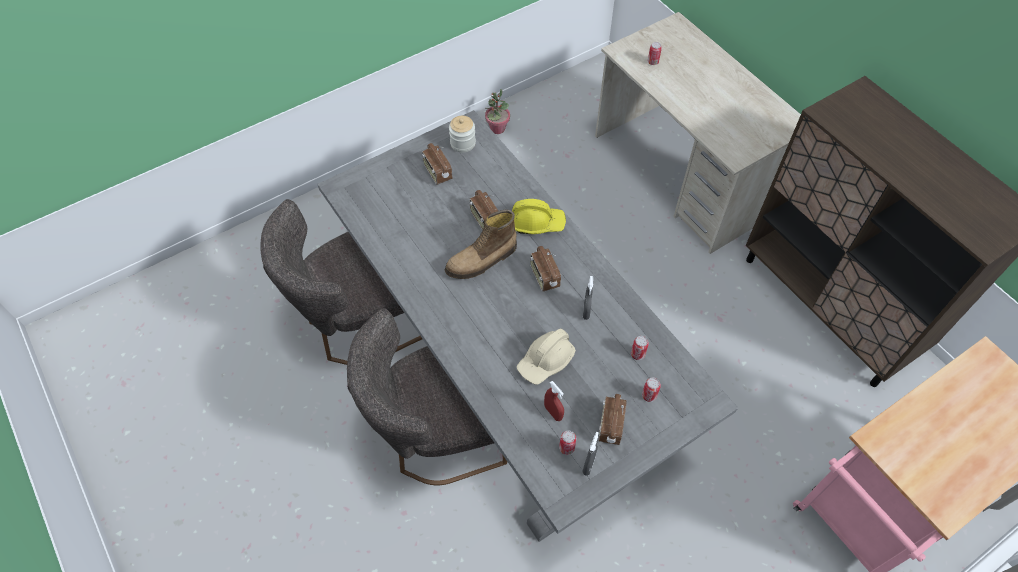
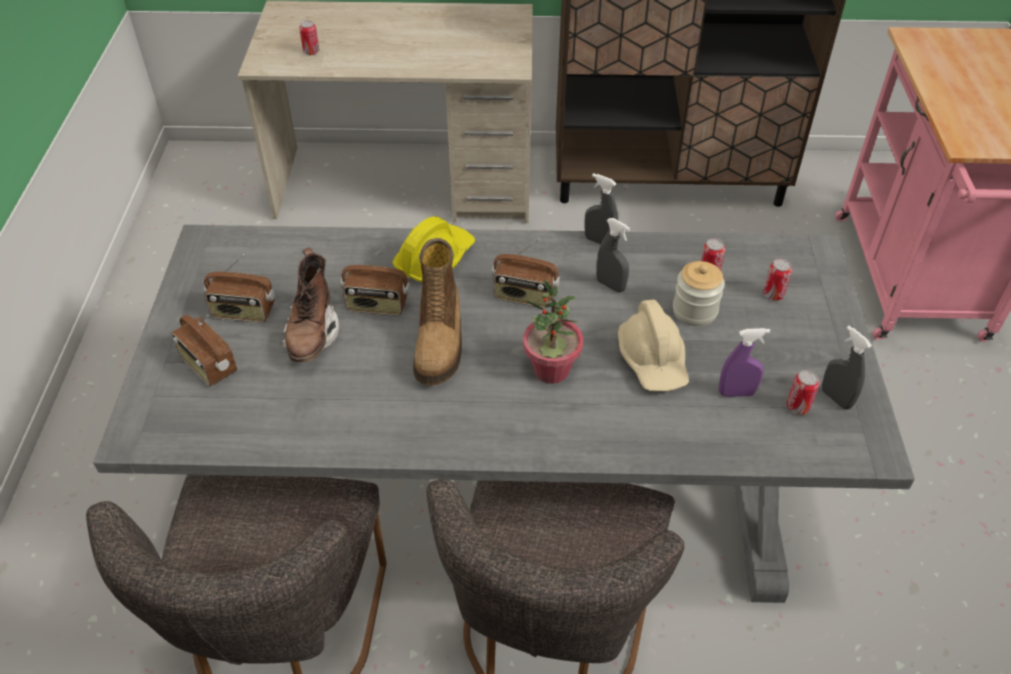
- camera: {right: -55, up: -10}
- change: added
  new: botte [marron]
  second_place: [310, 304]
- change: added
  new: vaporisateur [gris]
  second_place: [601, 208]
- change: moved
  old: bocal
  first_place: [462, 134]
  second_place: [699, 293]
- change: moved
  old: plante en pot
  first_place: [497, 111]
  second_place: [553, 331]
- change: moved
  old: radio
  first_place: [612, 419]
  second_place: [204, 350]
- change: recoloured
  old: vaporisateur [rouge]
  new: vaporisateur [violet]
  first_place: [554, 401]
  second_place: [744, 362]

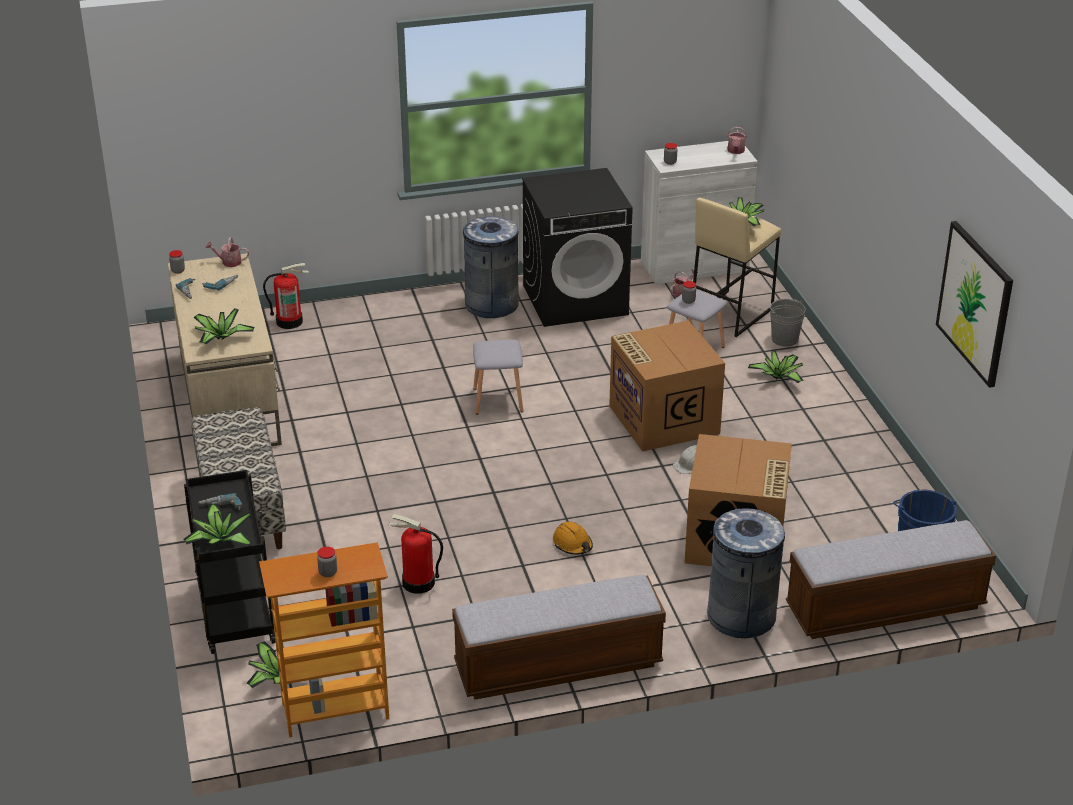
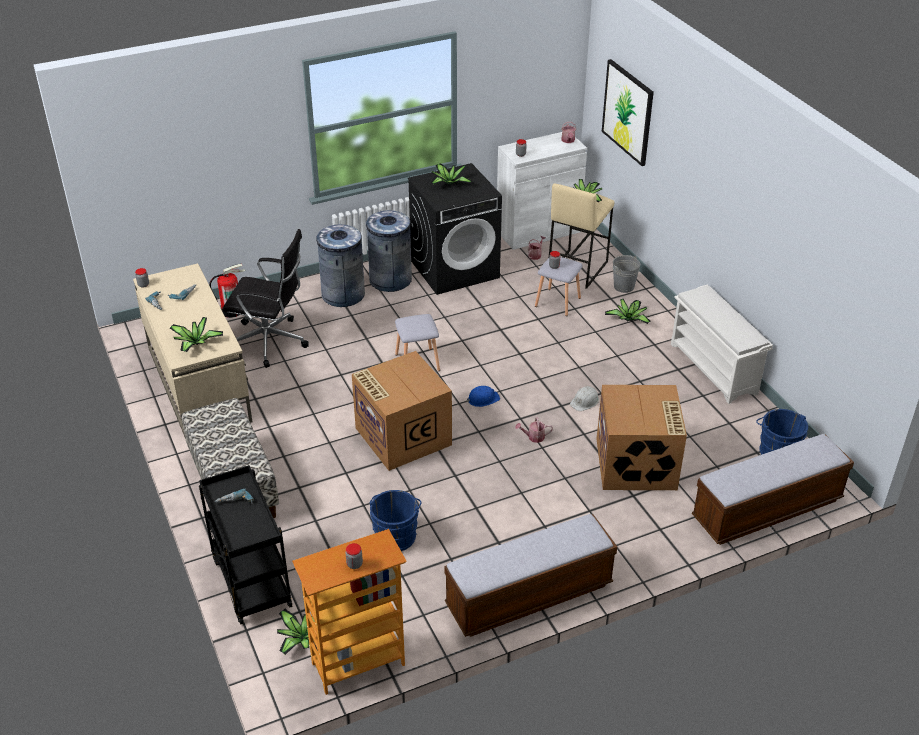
- camera: {right: -10, up: 5}
- change: removed
  old: casque de chantier [orange]
  first_place: [573, 538]
- change: added
  new: chaise de bureau [noir]
  second_place: [265, 298]
- change: added
  new: casque de chantier [bleu]
  second_place: [483, 396]
- change: added
  new: étagère à chaussures [blanc]
  second_place: [722, 344]
- change: moved
  old: plante en pot
  first_place: [219, 525]
  second_place: [451, 174]
- change: moved
  old: arrosoir
  first_place: [227, 252]
  second_place: [534, 430]
- change: moved
  old: carton
  first_place: [667, 386]
  second_place: [402, 411]
- change: moved
  old: poubelle [gris]
  first_place: [746, 573]
  second_place: [340, 265]
- change: moved
  old: tableau
  first_place: [974, 304]
  second_place: [628, 112]
- change: replaced
  old: extincteur
  new: seau [bleu]
  first_place: [415, 554]
  second_place: [395, 520]

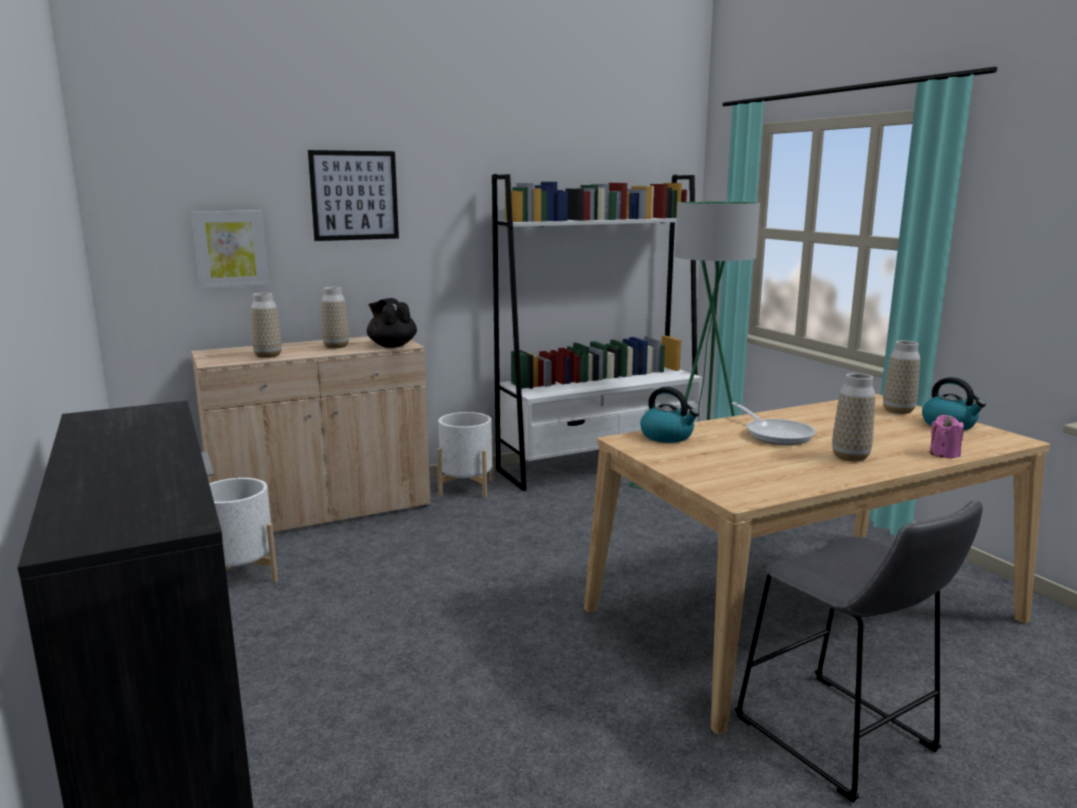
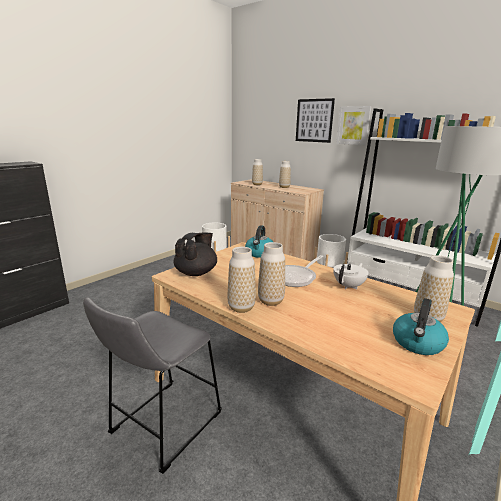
- camera: {right: 65, up: 5}
- change: removed
  old: bougie [rose]
  first_place: [947, 436]
- change: added
  new: vase
  second_place: [241, 280]
- change: added
  new: théière [blanc]
  second_place: [351, 276]
- change: moved
  old: tableau
  first_place: [230, 249]
  second_place: [354, 125]
- change: moved
  old: théière [noir]
  first_place: [392, 323]
  second_place: [195, 254]

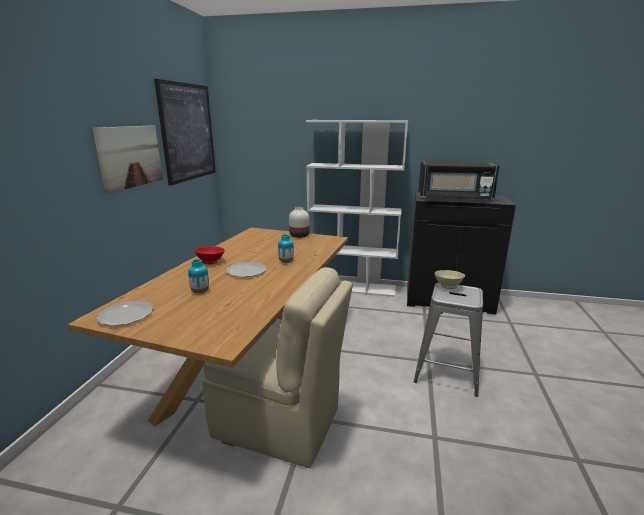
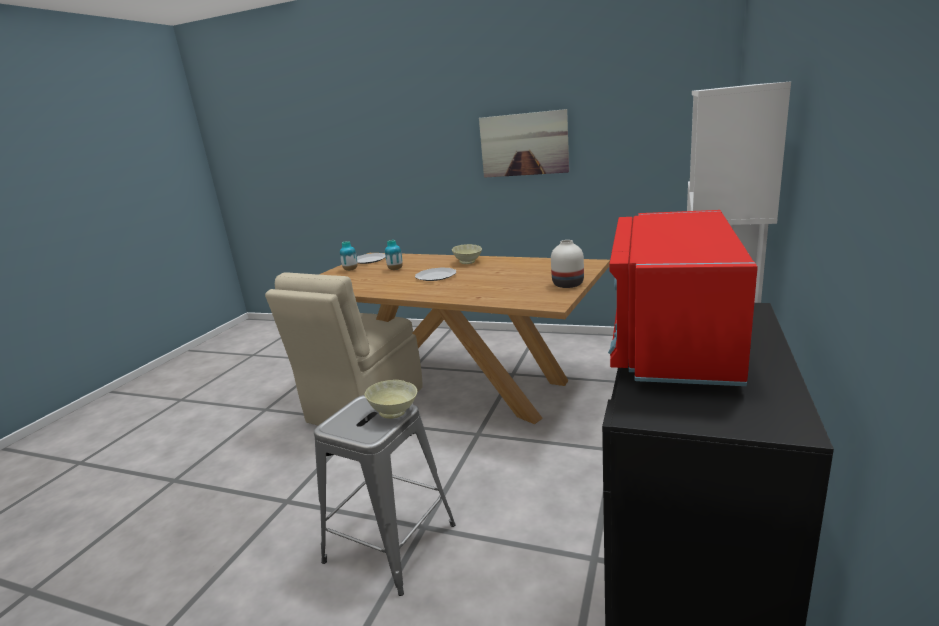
- camera: {right: 100, up: 0}
- change: removed
  old: tableau
  first_place: [185, 132]
- change: moved
  old: vase
  first_place: [286, 248]
  second_place: [349, 256]
- change: recoloured
  old: bol [rouge]
  new: bol [beige]
  first_place: [209, 255]
  second_place: [467, 254]
- change: recoloured
  old: micro-ondes [noir]
  new: micro-ondes [rouge]
  first_place: [459, 181]
  second_place: [683, 298]

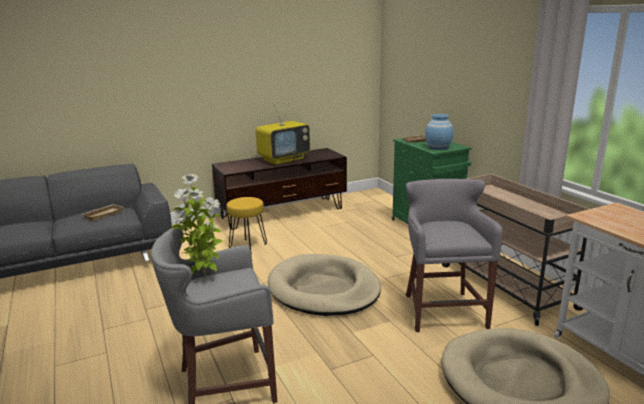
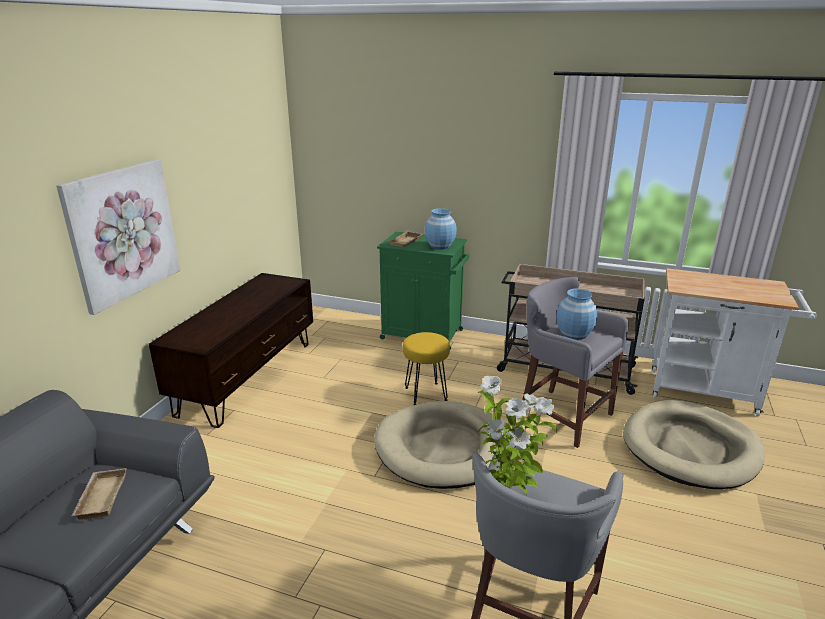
- camera: {right: -45, up: 5}
- change: removed
  old: téléviseur
  first_place: [283, 133]
- change: added
  new: tableau
  second_place: [118, 237]
- change: added
  new: vase [bleu]
  second_place: [577, 314]
- change: moved
  old: tabouret [jaune]
  first_place: [246, 225]
  second_place: [426, 368]

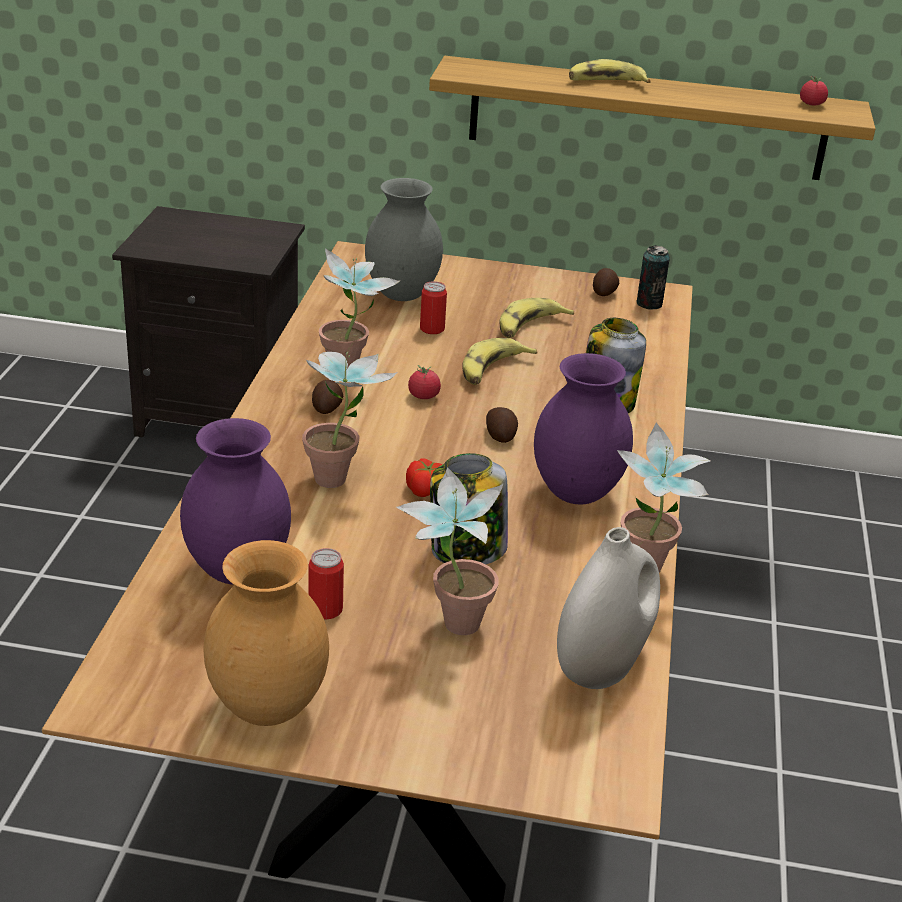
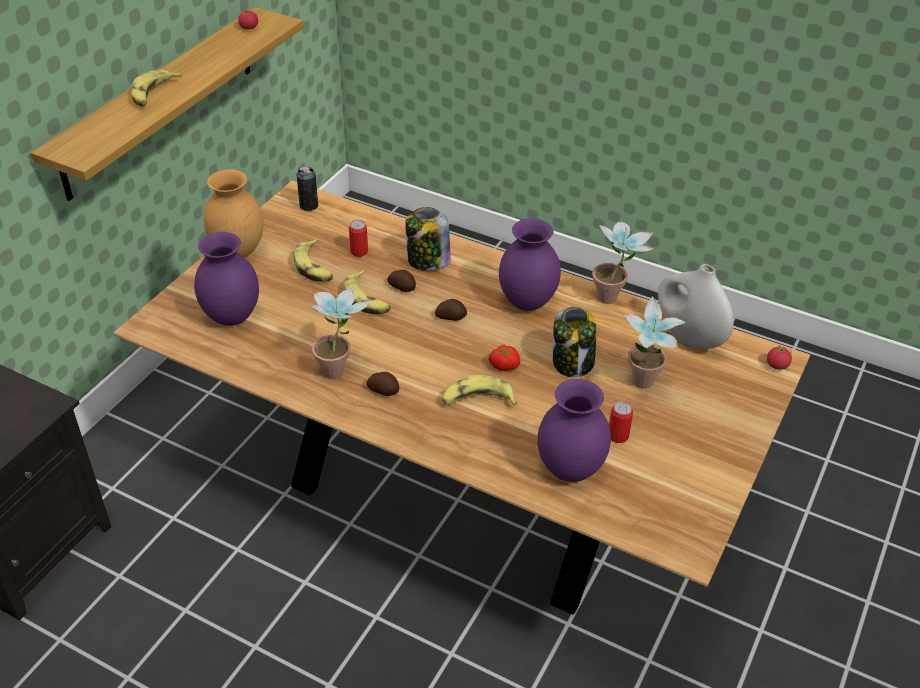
- camera: {right: -70, up: 10}
- change: moved
  old: vase [marron]
  first_place: [266, 633]
  second_place: [233, 213]
- change: moved
  old: tomate
  first_place: [424, 382]
  second_place: [779, 357]
- change: moved
  old: boîte métallique
  first_place: [433, 307]
  second_place: [358, 238]
- change: moved
  old: pomme de terre
  first_place: [606, 282]
  second_place: [401, 281]
- change: replaced
  old: plante en pot
  new: banane
  first_place: [349, 419]
  second_place: [479, 390]
- change: recoloured
  old: vase [gris]
  new: vase [violet]
  first_place: [404, 239]
  second_place: [226, 279]

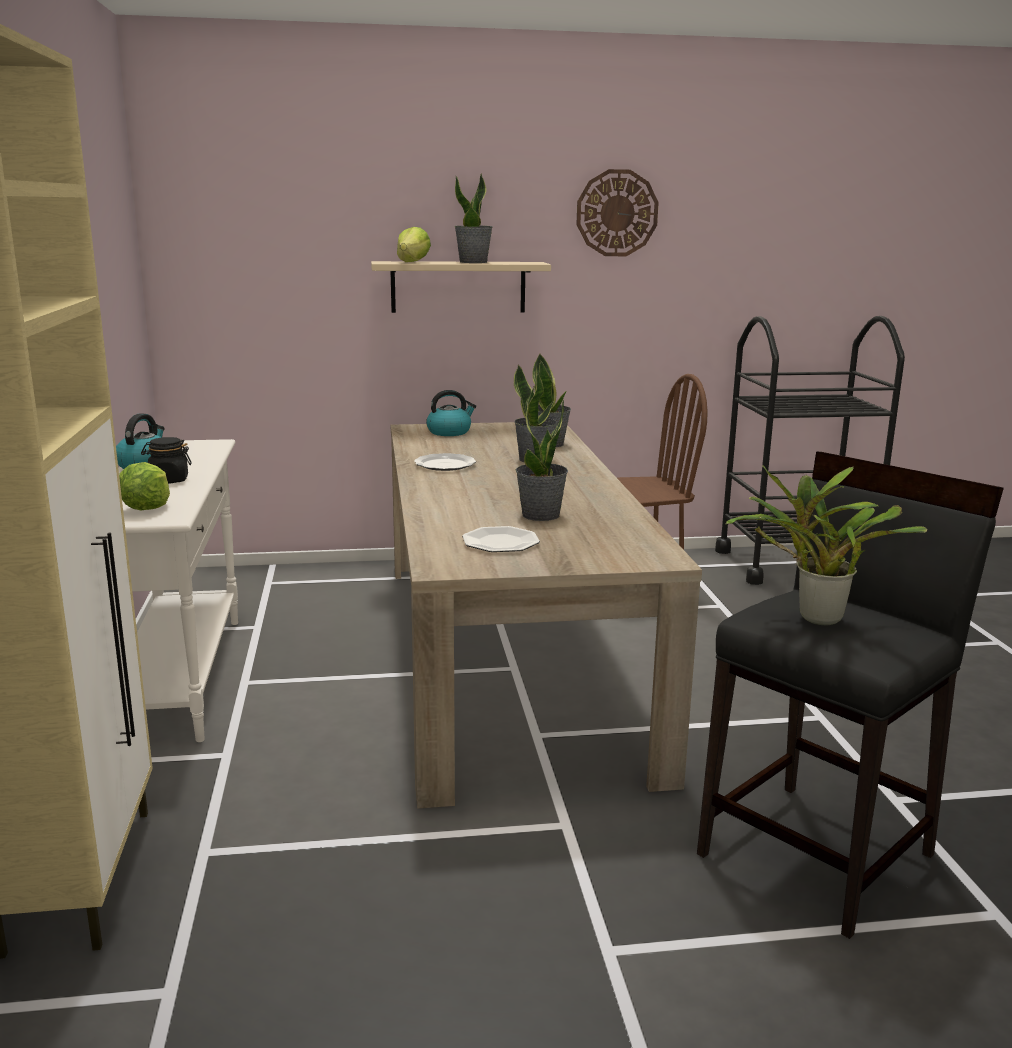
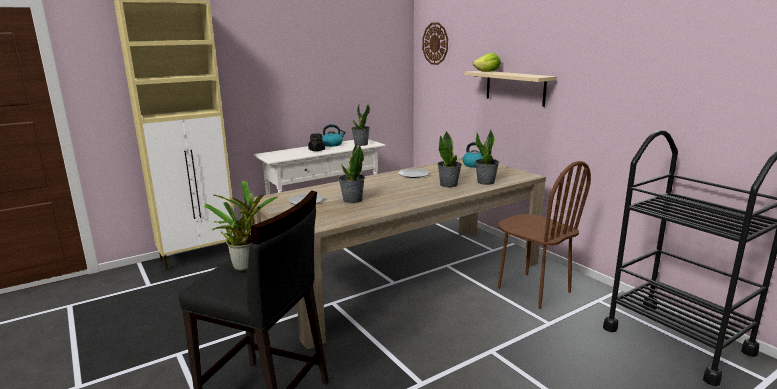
- camera: {right: 65, up: 0}
- change: removed
  old: laitue
  first_place: [144, 486]
- change: moved
  old: plante en pot
  first_place: [473, 218]
  second_place: [360, 124]
- change: moved
  old: horloge murale
  first_place: [617, 212]
  second_place: [435, 44]

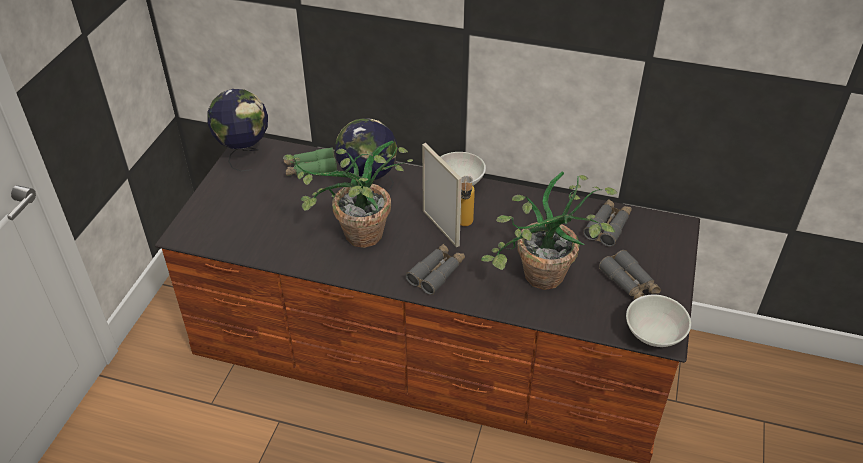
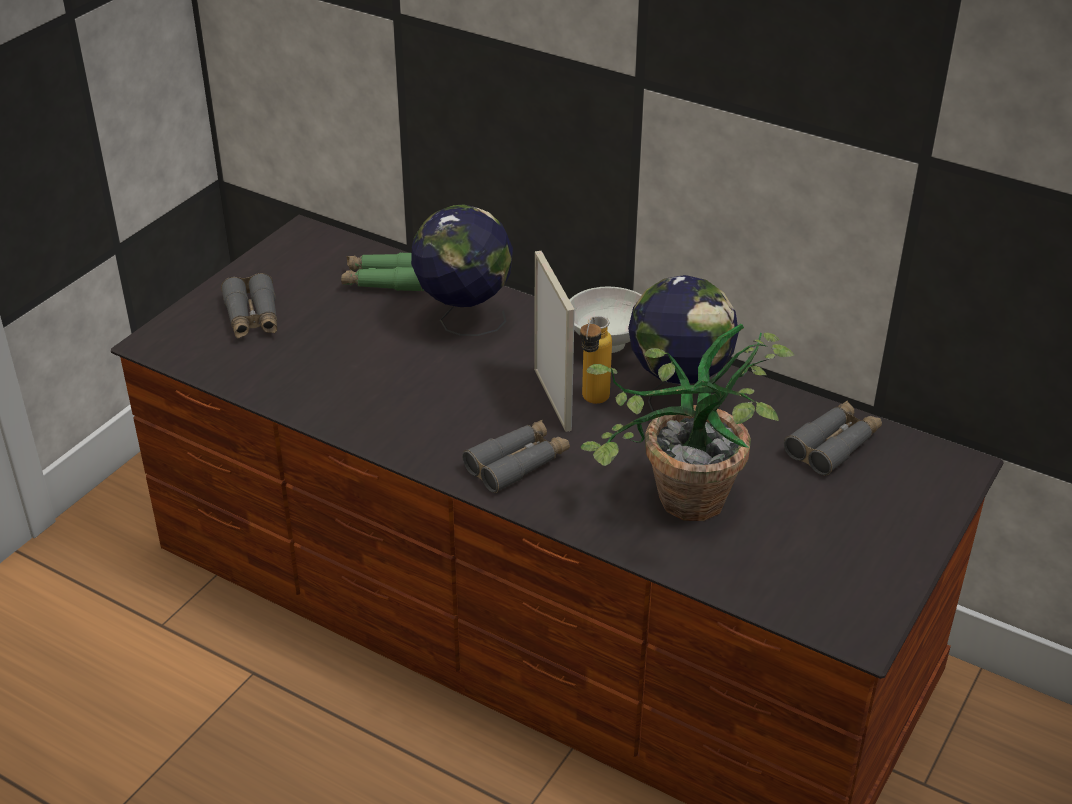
- camera: {right: 15, up: -5}
- change: removed
  old: plante en pot
  first_place: [348, 194]
- change: removed
  old: bol [blanc]
  first_place: [658, 321]
- change: moved
  old: globe
  first_place: [237, 130]
  second_place: [683, 343]
- change: moved
  old: jumelles [gris]
  first_place: [630, 274]
  second_place: [249, 306]

